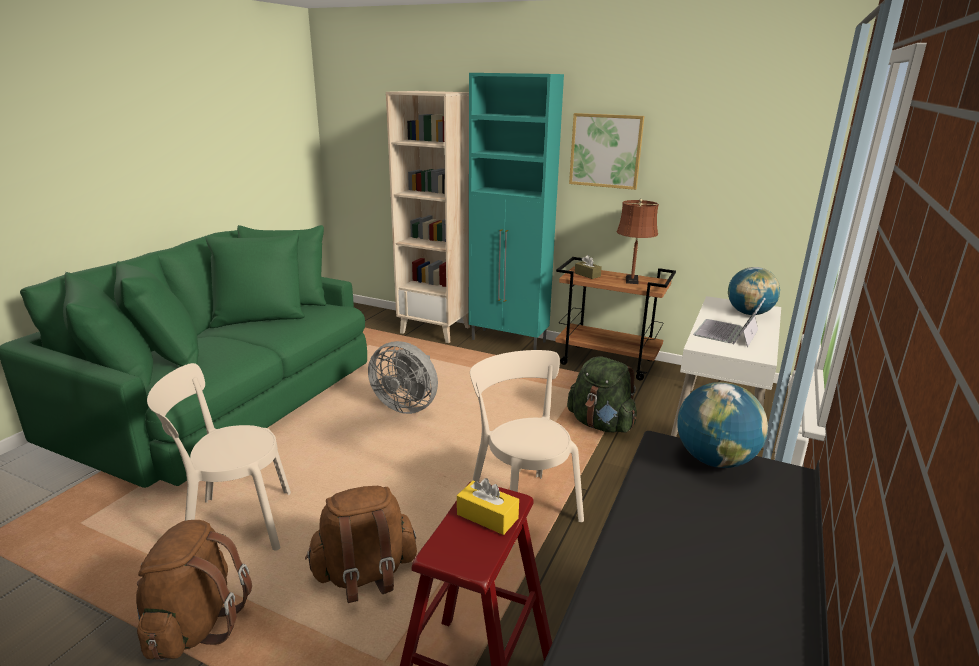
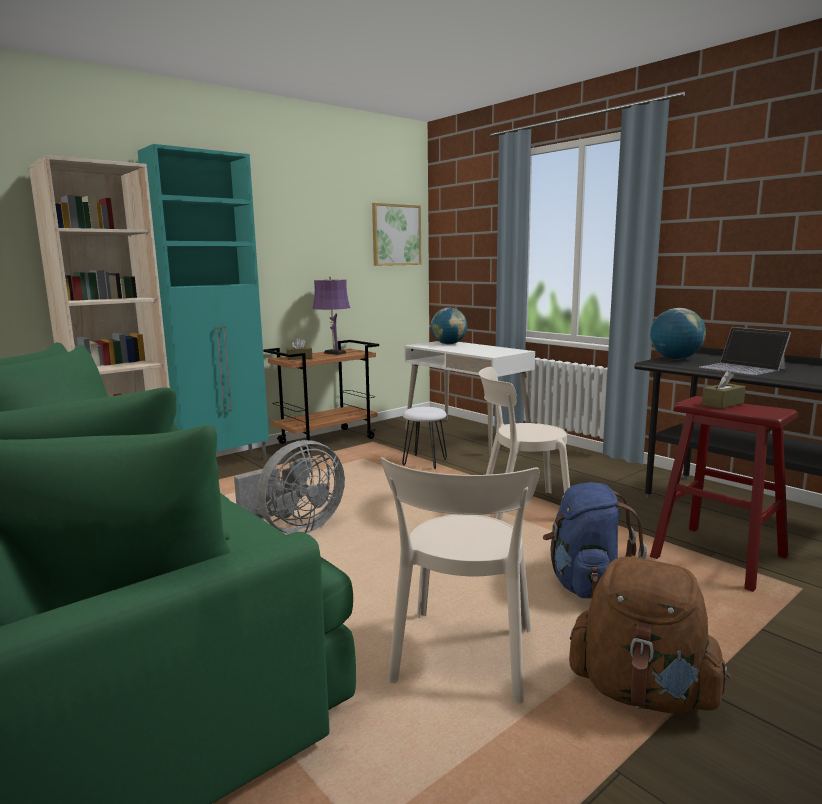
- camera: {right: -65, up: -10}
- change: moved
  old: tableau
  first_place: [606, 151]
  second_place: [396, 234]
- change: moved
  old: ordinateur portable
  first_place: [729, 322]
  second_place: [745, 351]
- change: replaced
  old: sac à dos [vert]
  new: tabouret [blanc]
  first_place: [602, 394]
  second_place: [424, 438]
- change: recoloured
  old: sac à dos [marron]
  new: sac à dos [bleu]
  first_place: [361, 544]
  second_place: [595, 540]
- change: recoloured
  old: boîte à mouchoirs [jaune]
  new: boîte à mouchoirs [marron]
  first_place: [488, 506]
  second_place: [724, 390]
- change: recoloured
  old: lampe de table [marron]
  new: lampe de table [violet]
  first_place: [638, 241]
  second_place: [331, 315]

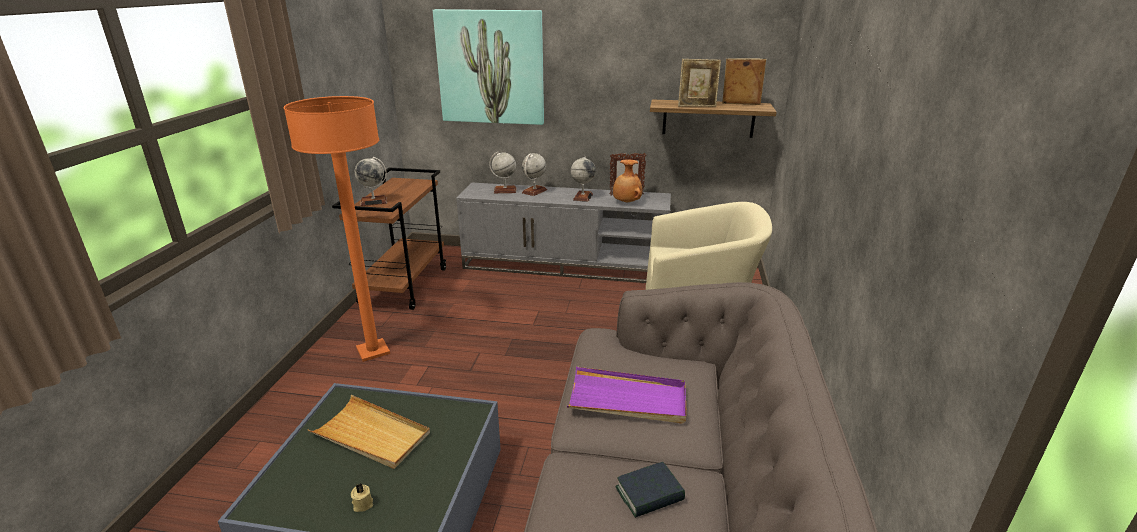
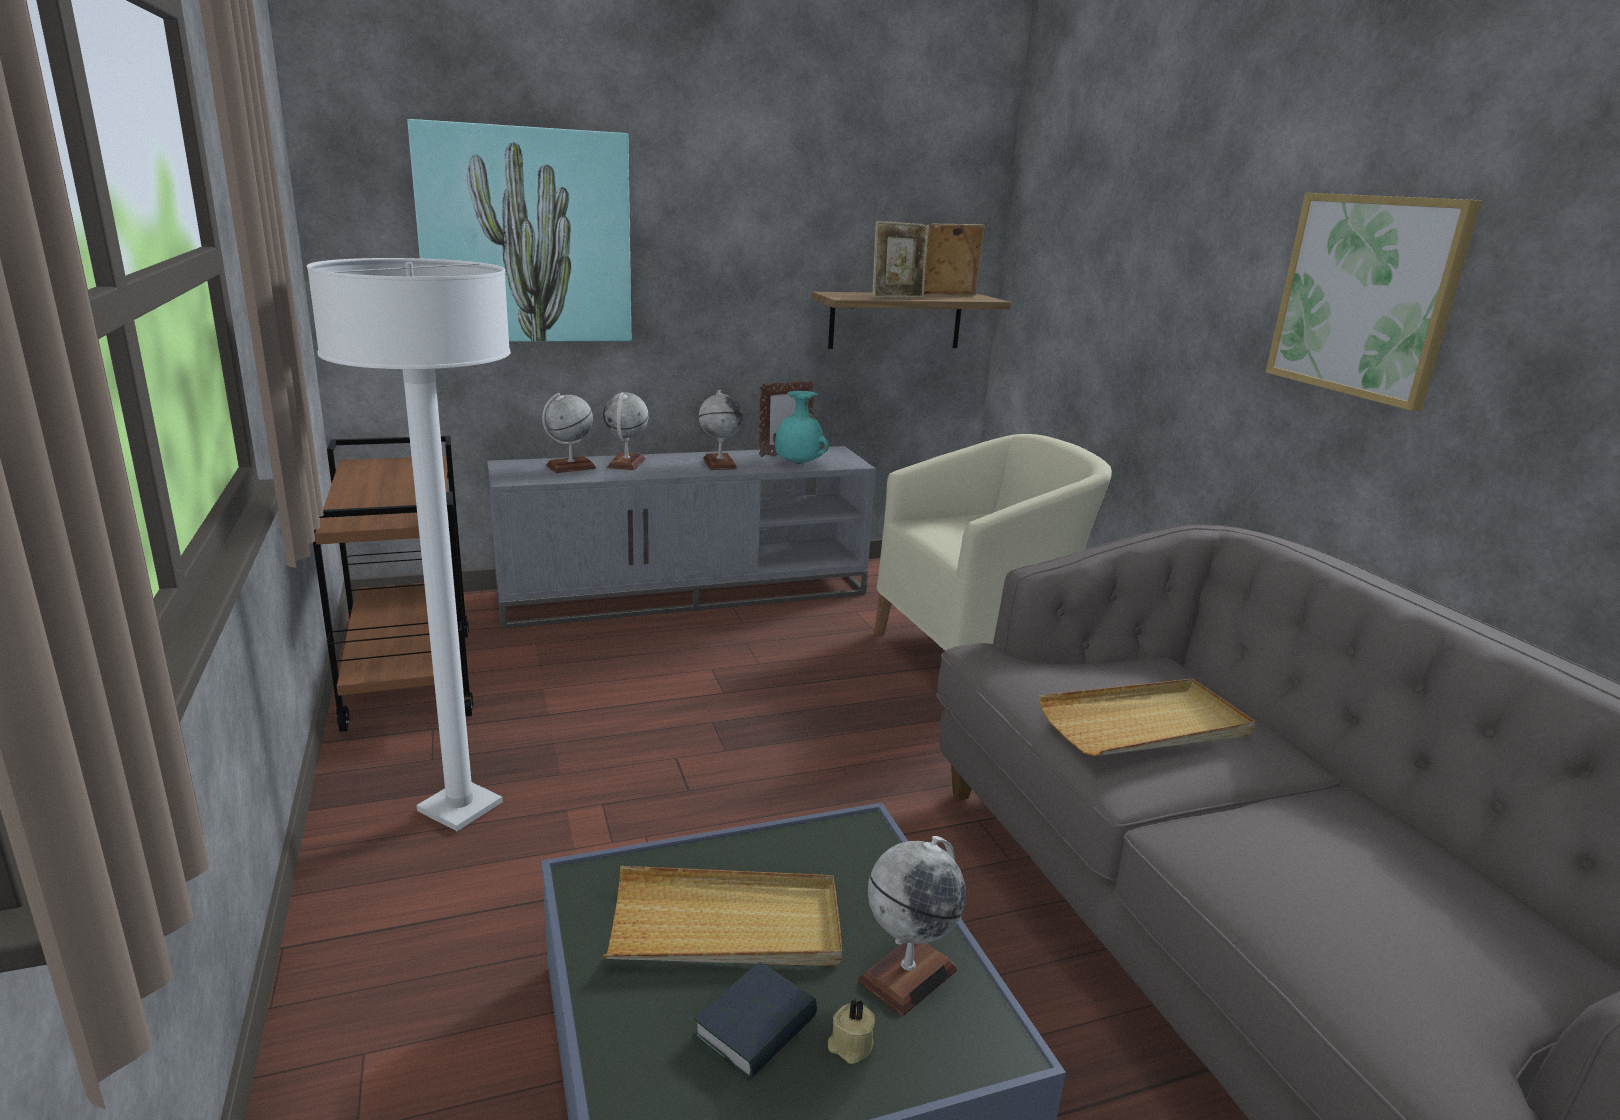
- camera: {right: -30, up: -5}
- change: added
  new: tableau
  second_place: [1374, 302]
- change: moved
  old: globe
  first_place: [371, 181]
  second_place: [911, 926]
- change: moved
  old: livre
  first_place: [650, 490]
  second_place: [754, 1021]
- change: recoloured
  old: lampadaire [orange]
  new: lampadaire [blanc]
  first_place: [336, 229]
  second_place: [408, 544]
- change: recoloured
  old: plateau [violet]
  new: plateau [beige]
  first_place: [626, 395]
  second_place: [1147, 717]
- change: recoloured
  old: vase [marron]
  new: vase [turquoise]
  first_place: [627, 181]
  second_place: [800, 427]

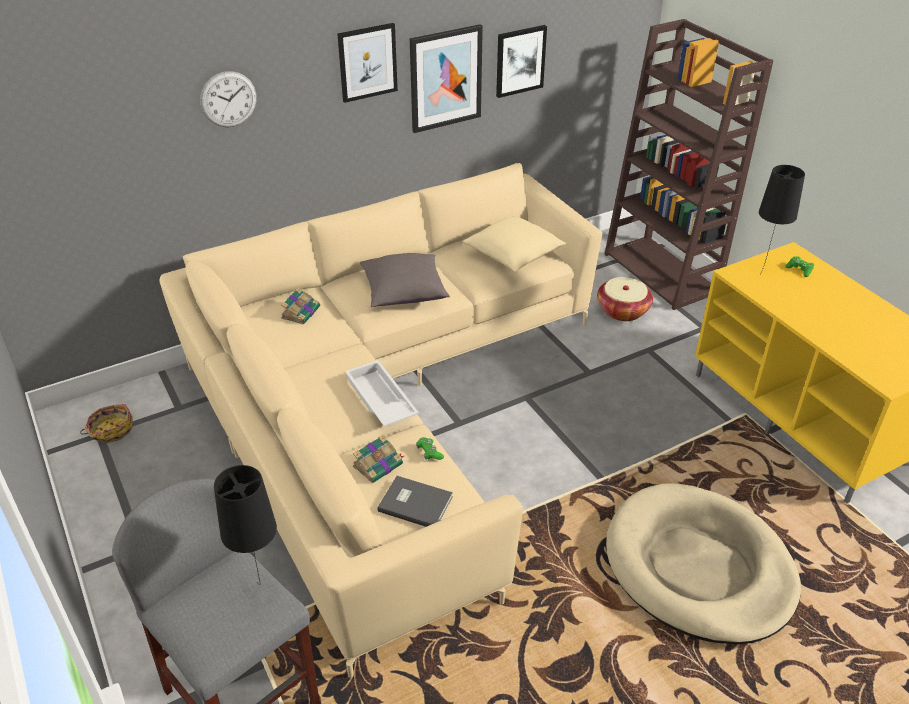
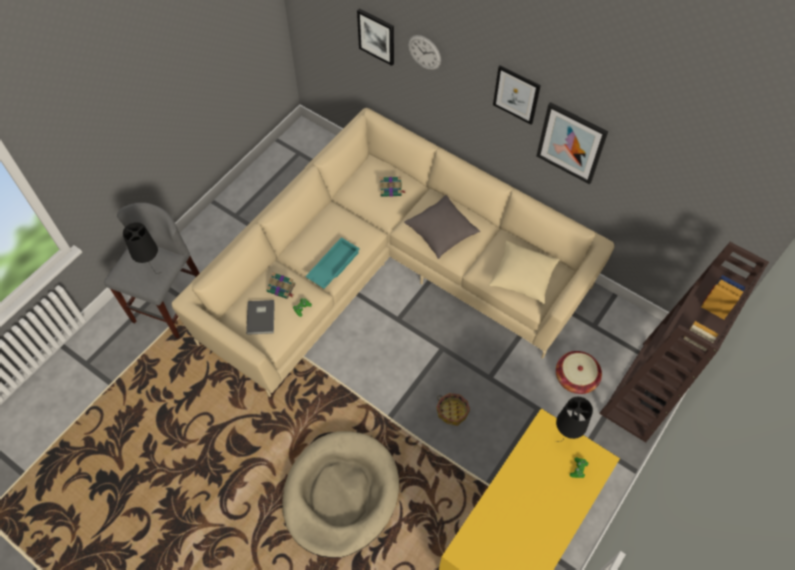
- camera: {right: 65, up: 20}
- change: moved
  old: panier
  first_place: [106, 423]
  second_place: [453, 409]
- change: moved
  old: tableau
  first_place: [521, 61]
  second_place: [375, 37]
- change: recoloured
  old: plateau [blanc]
  new: plateau [turquoise]
  first_place: [382, 393]
  second_place: [332, 263]

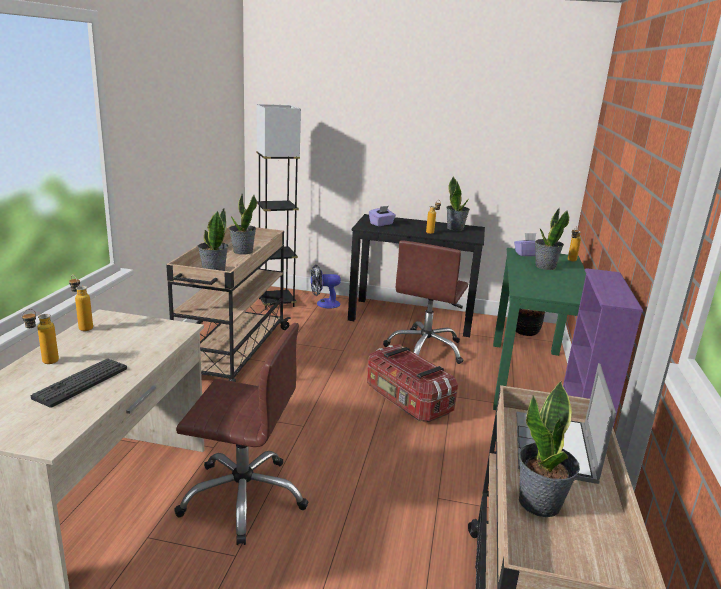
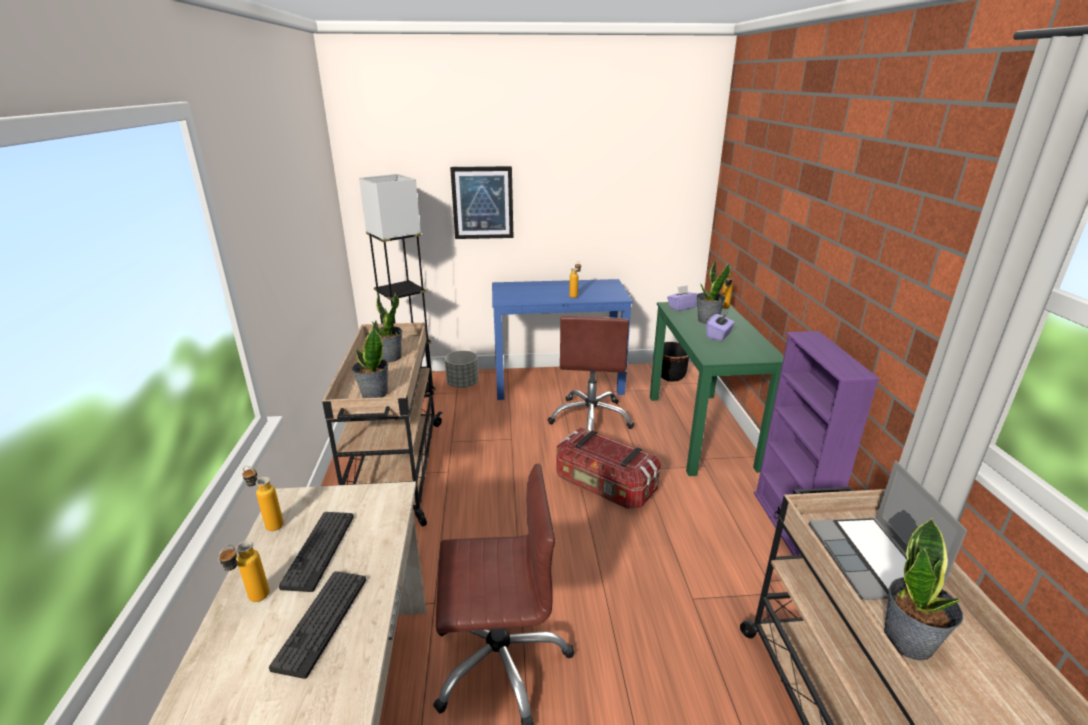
- camera: {right: -15, up: 5}
- change: removed
  old: plante en pot
  first_place: [458, 204]
- change: added
  new: clavier
  second_place: [316, 552]
- change: added
  new: tableau
  second_place: [482, 202]
- change: moved
  old: boîte à mouchoirs [violet]
  first_place: [382, 216]
  second_place: [720, 327]
- change: replaced
  old: ventilateur
  new: cache-pot [gris]
  first_place: [326, 287]
  second_place: [462, 369]
- change: recoloured
  old: bureau [noir]
  new: bureau [bleu]
  first_place: [416, 275]
  second_place: [562, 339]

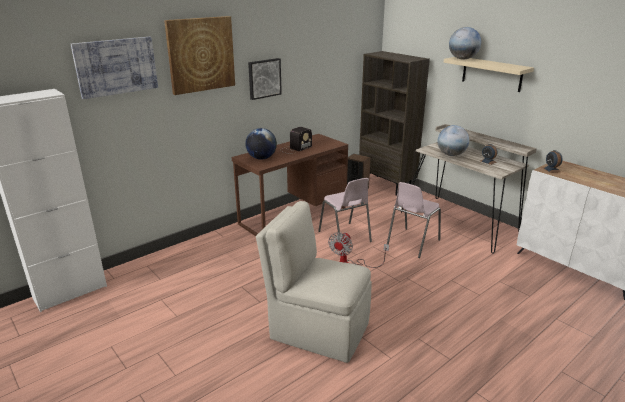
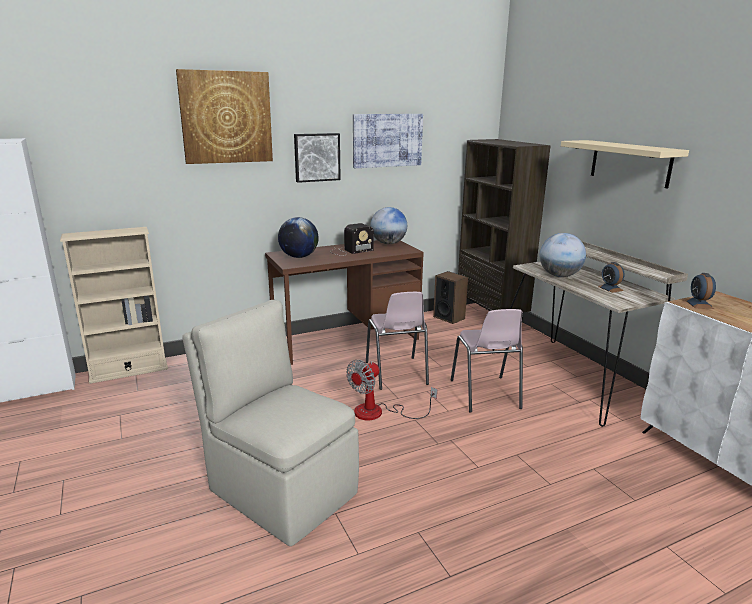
- camera: {right: 15, up: -5}
- change: added
  new: bibliothèque [beige]
  second_place: [114, 305]
- change: moved
  old: tableau
  first_place: [114, 68]
  second_place: [388, 141]
- change: moved
  old: globe
  first_place: [465, 43]
  second_place: [388, 225]
- change: turned
  old: chaise [rose]
  first_place: [414, 220]
  second_place: [487, 361]
  degrees: -60

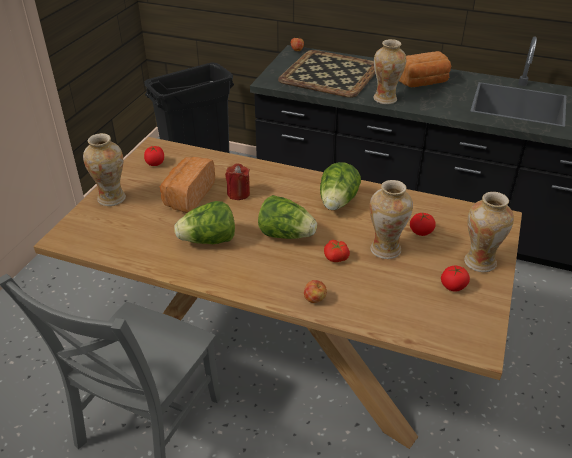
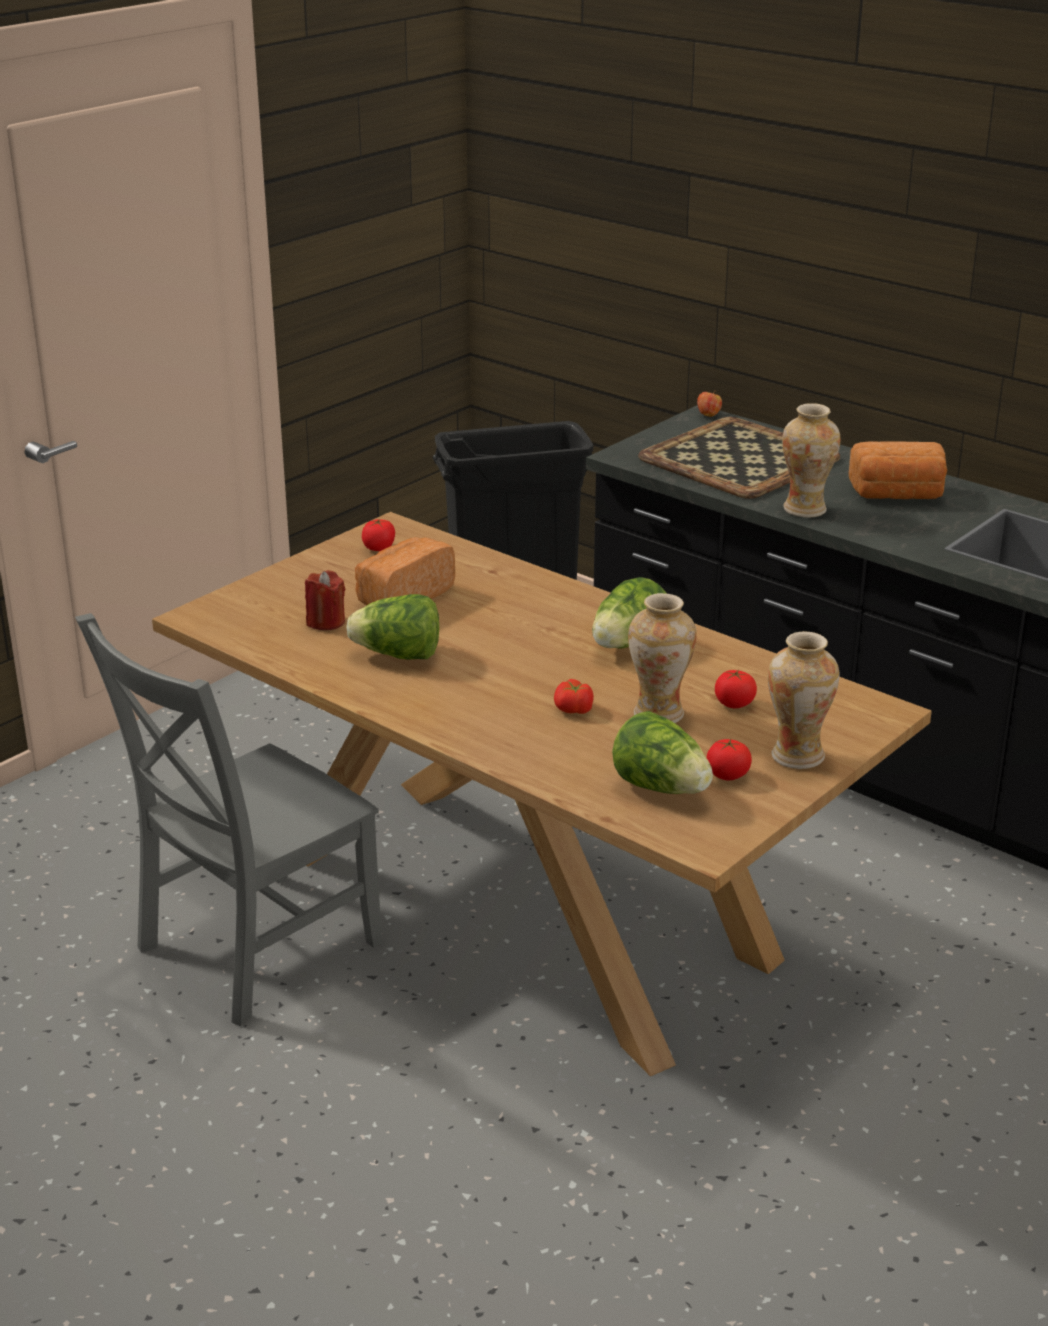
- camera: {right: 20, up: -10}
- change: removed
  old: vase
  first_place: [104, 169]
- change: removed
  old: pomme
  first_place: [315, 291]
- change: moved
  old: bougie [rouge]
  first_place: [237, 181]
  second_place: [325, 600]
- change: moved
  old: laitue
  first_place: [287, 217]
  second_place: [662, 752]

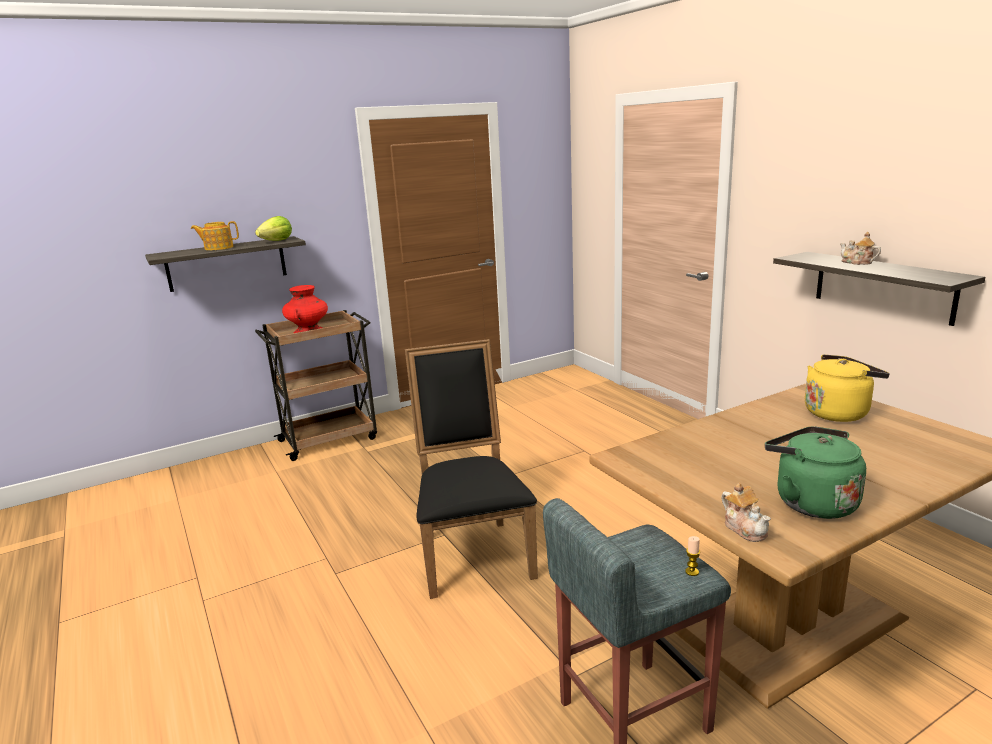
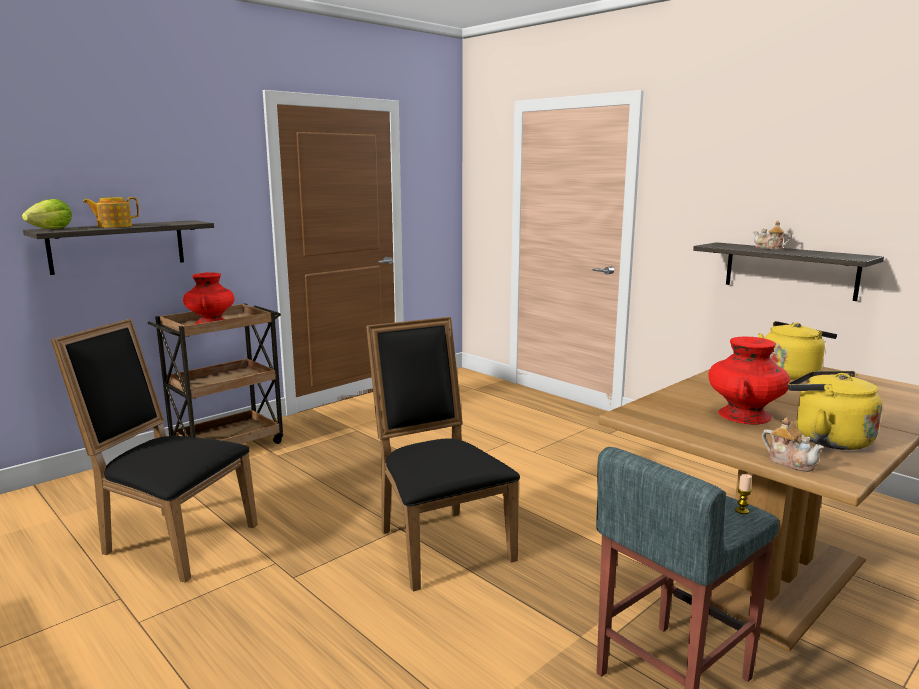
- camera: {right: -15, up: -5}
- change: added
  new: chaise [noir]
  second_place: [154, 450]
- change: added
  new: vase [rouge]
  second_place: [749, 380]
- change: moved
  old: laitue
  first_place: [273, 228]
  second_place: [47, 214]
- change: recoloured
  old: bouilloire [vert]
  new: bouilloire [jaune]
  first_place: [815, 472]
  second_place: [835, 410]

